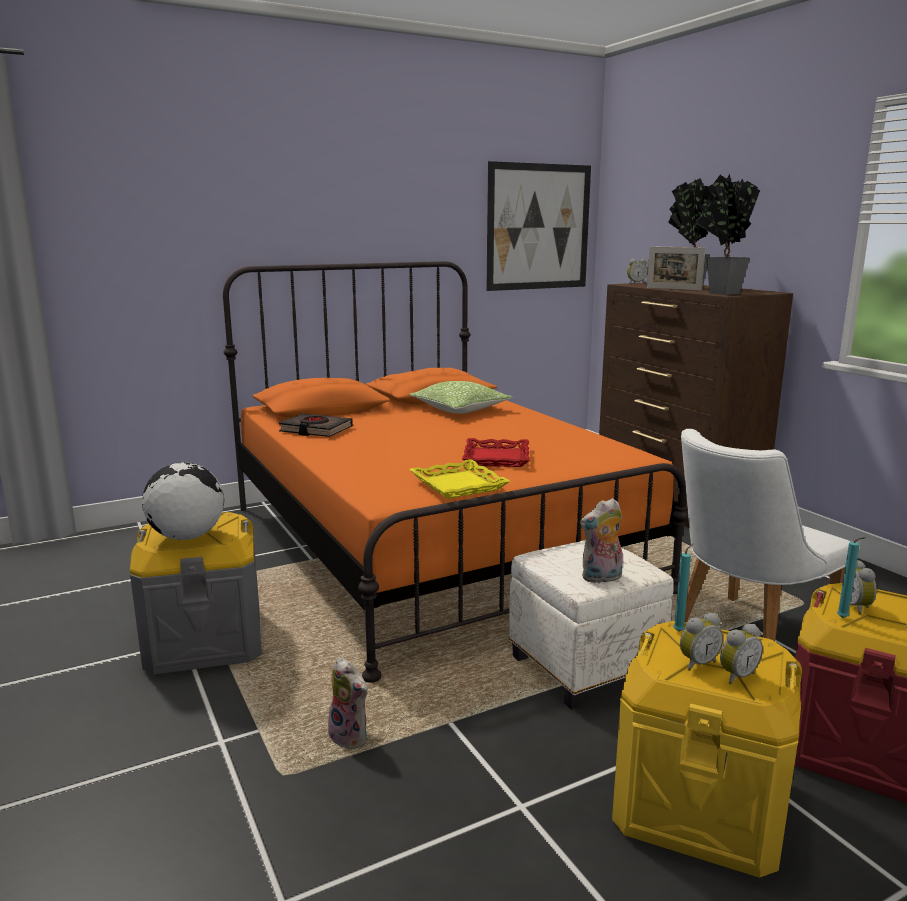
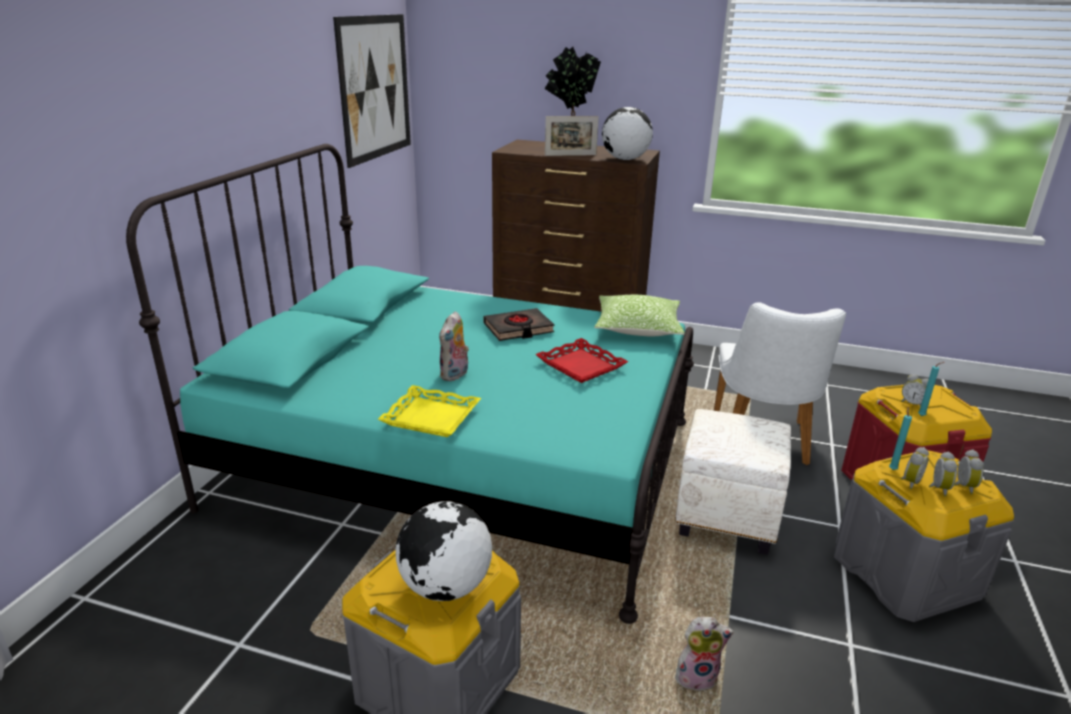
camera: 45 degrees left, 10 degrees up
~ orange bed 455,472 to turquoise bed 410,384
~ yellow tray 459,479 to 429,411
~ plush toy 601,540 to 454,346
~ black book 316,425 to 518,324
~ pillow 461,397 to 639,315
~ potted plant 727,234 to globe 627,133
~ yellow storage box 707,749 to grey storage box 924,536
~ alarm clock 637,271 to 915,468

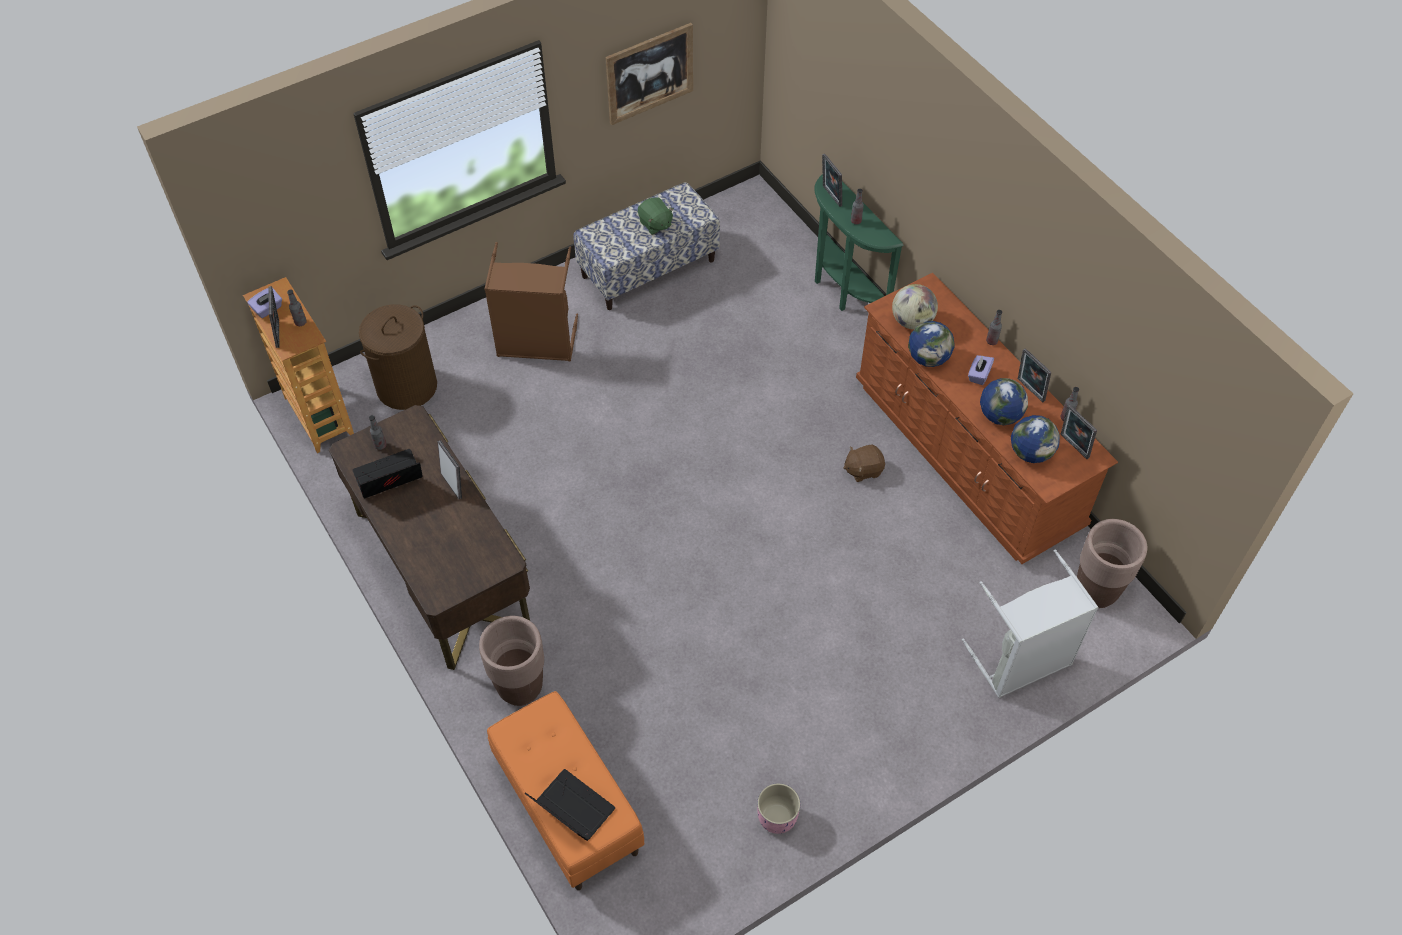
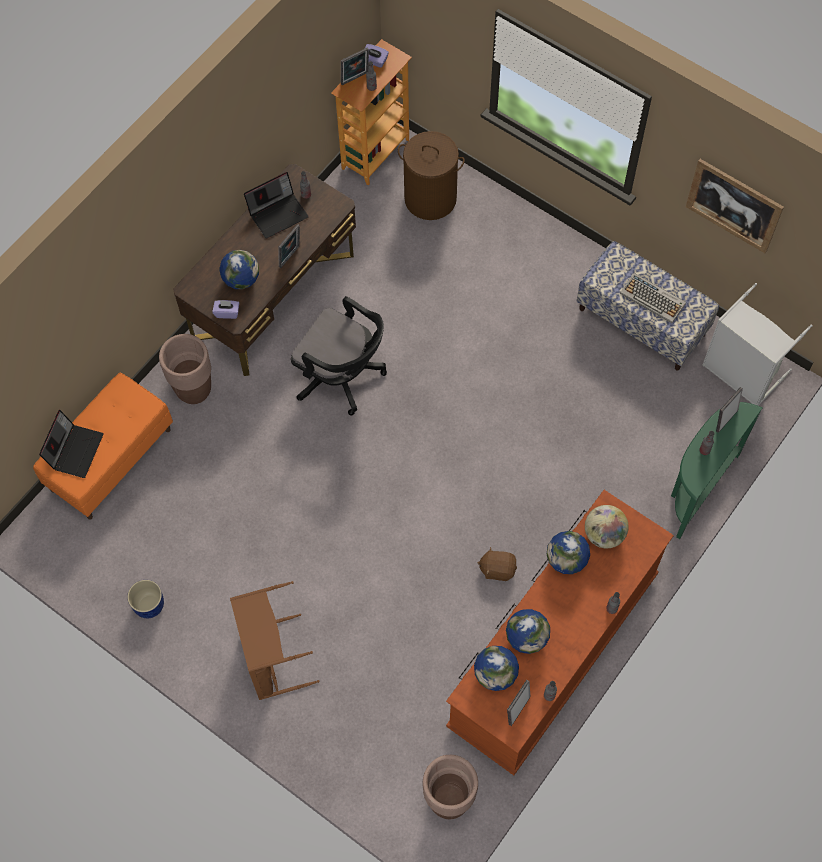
camera: 70 degrees right, 10 degrees up
~ pink planter 778,808 to blue planter 145,599
~ purple tissue box 981,370 to 225,309
+ globe 239,269
~ brown laundry basket 531,301 to 275,640
~ laptop 387,473 = 276,205 105 degrees clockwise
+ black office chair 339,355
~ brown plush toy 864,463 = 497,564 45 degrees counterclockwise
~ green plush toy 656,216 to keyboard 653,298
~ grey laundry basket 1030,623 to 757,344
- picture frame 1034,375

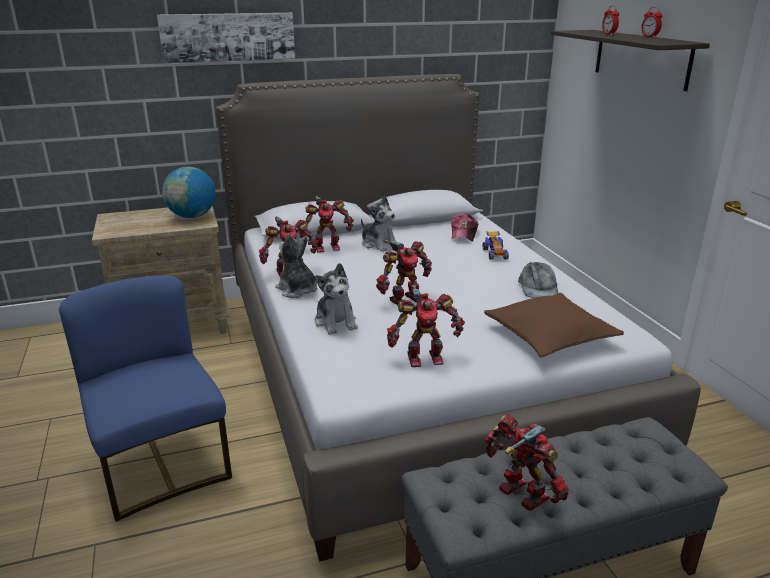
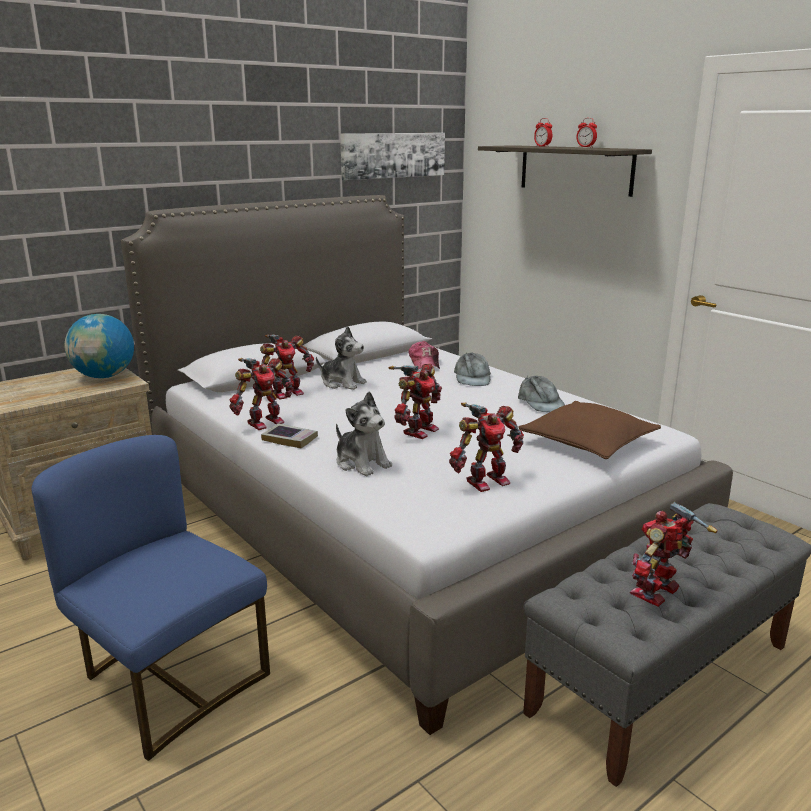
camera: 20 degrees left, 5 degrees down
~ plush toy 296,265 to book 289,435
~ picture 226,38 to 392,156
~ toy car 496,245 to grey cap 472,369
~ toy robot 527,462 = 673,554 75 degrees counterclockwise

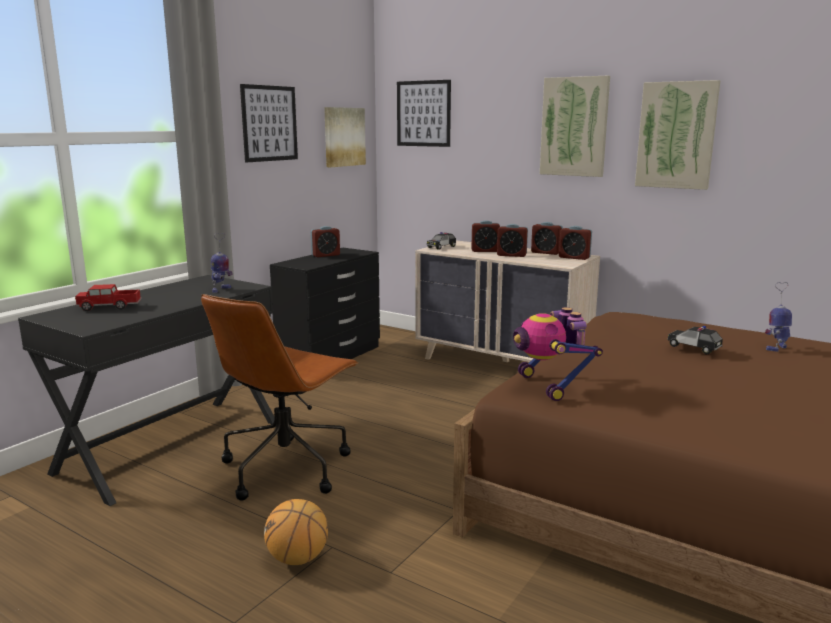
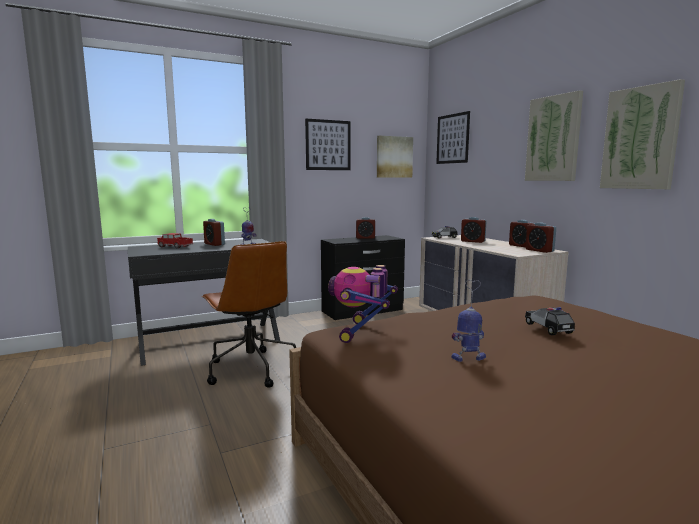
camera: 30 degrees right, 5 degrees down
~ brown office chair 279,397 = 249,314 90 degrees counterclockwise
~ alarm clock 512,240 to 214,232
~ toy robot 778,317 to 468,321
- basketball 296,532

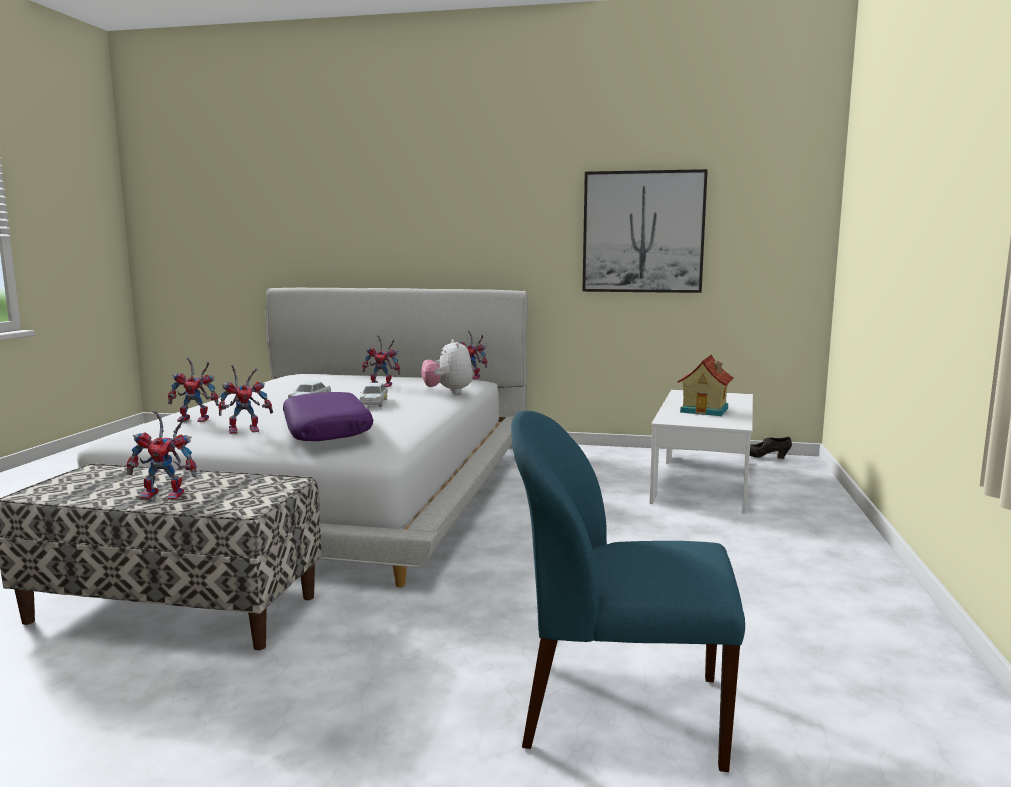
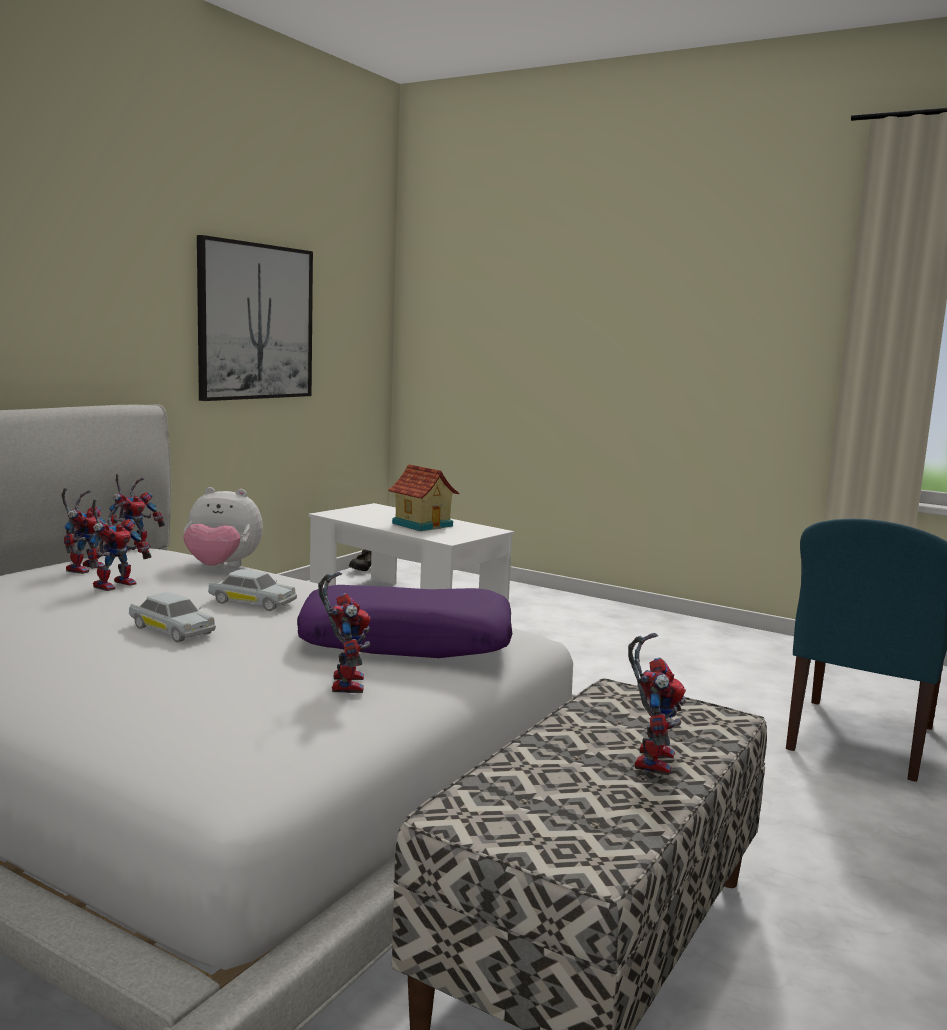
camera: 70 degrees left, 0 degrees up
~ toy robot 193,389 to 84,531

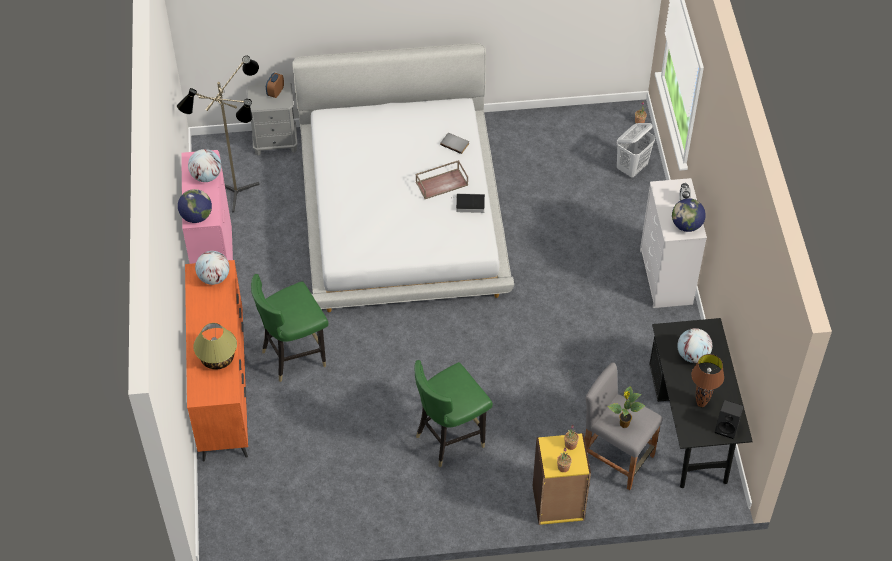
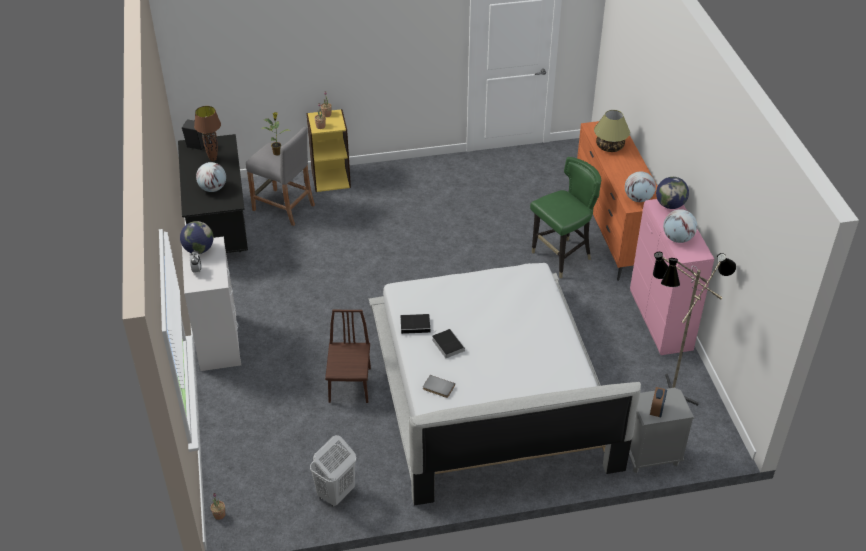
camera: 175 degrees right, 10 degrees down
~ white laundry basket 636,150 to 333,471
+ brown chair 348,356
~ brown tray 442,179 to book 448,343
- green chair 453,413

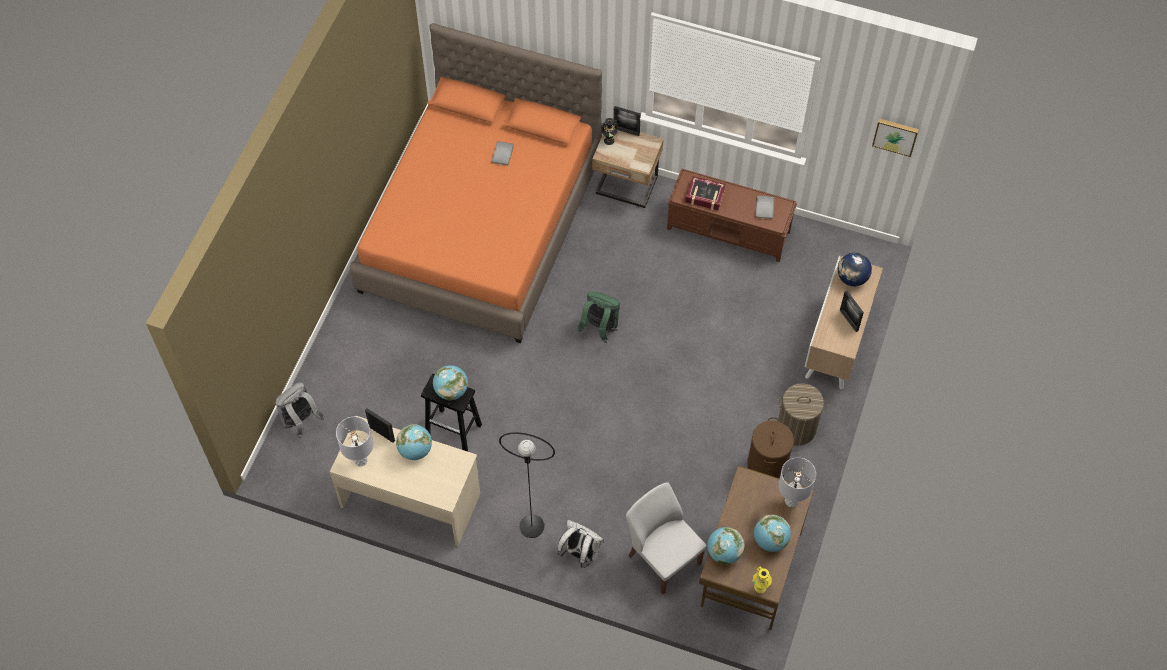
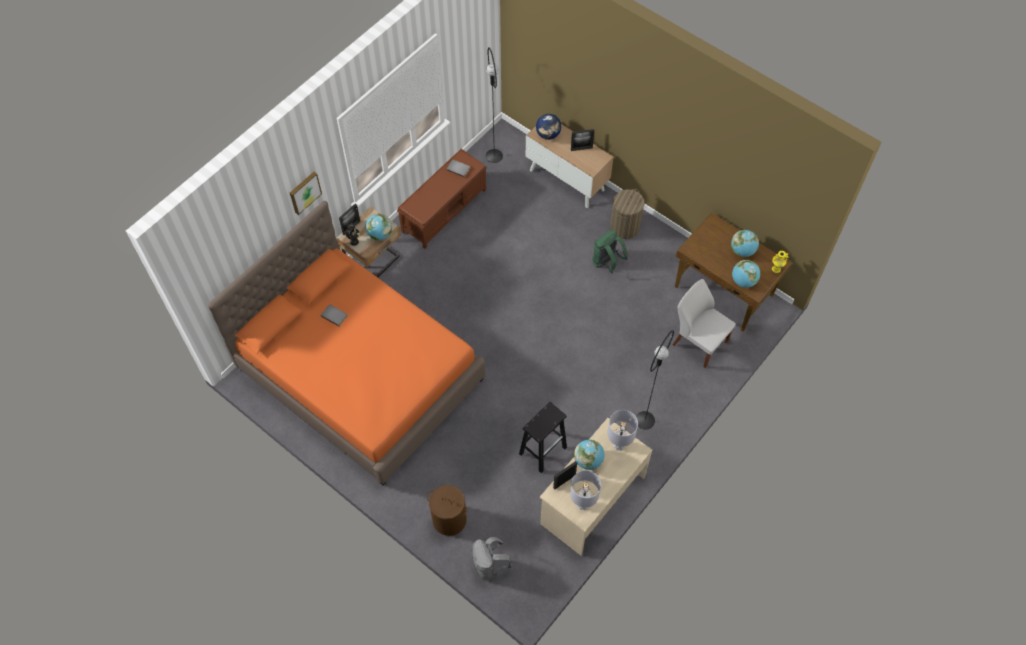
camera: 70 degrees left, 0 degrees up
~ picture 895,137 to 306,193
~ globe 450,382 to 378,227
~ brown laundry basket 770,448 to 446,510
+ black floor lamp 494,105
~ green backpack 599,317 to 610,251
~ grey table lamp 797,482 to 622,430
~ white chair 666,538 = 704,323 60 degrees clockwise
- white backpack 581,544
- book 705,193

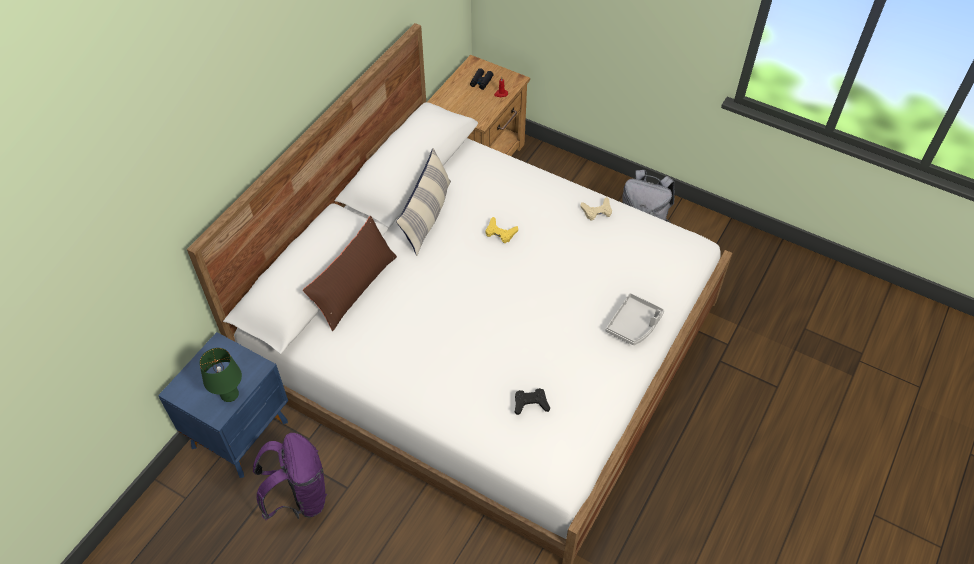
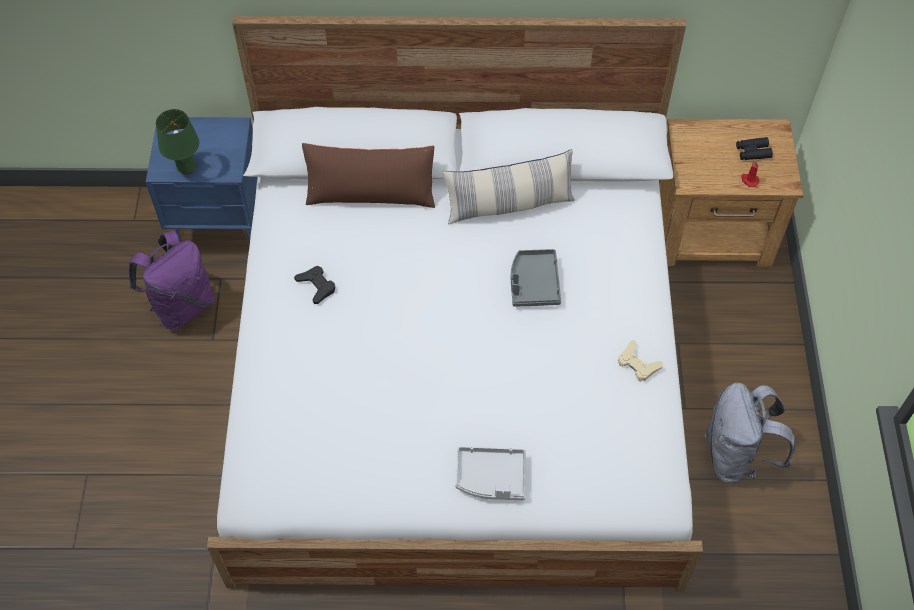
camera: 60 degrees right, 5 degrees up
~ black game controller 532,401 to 314,285
~ yellow game controller 502,230 to grey tray 536,278

